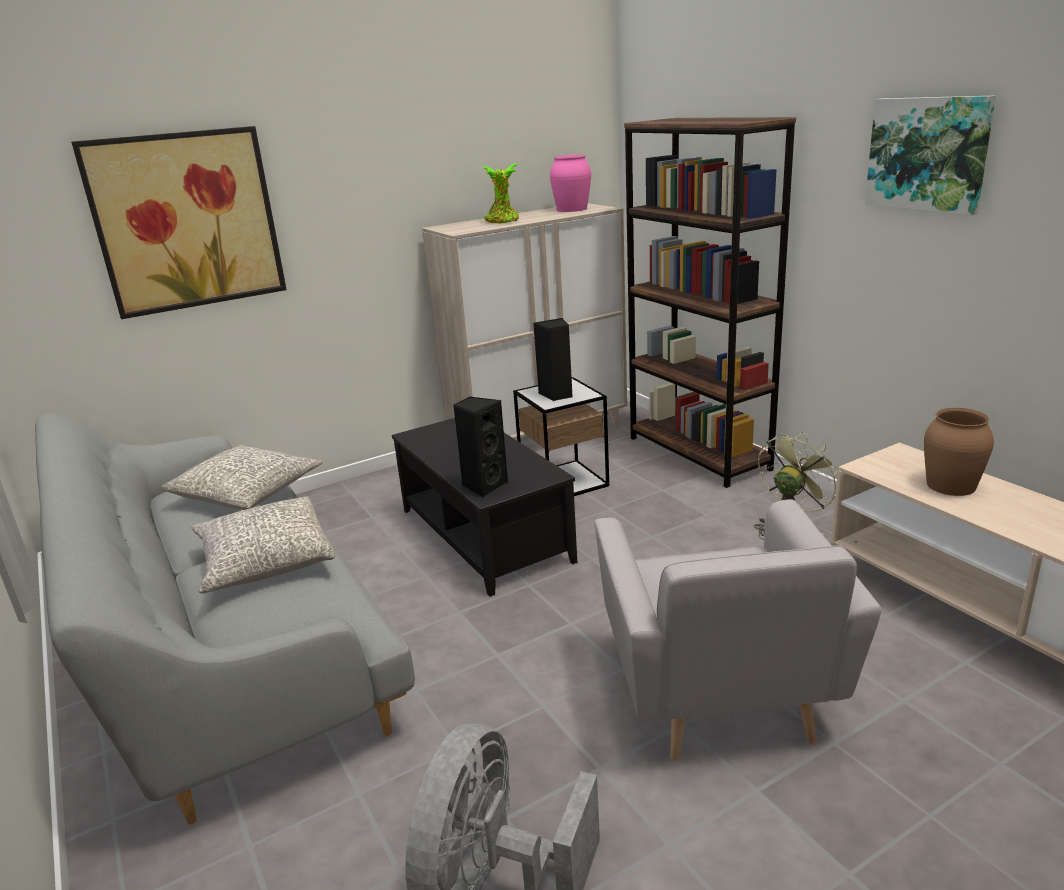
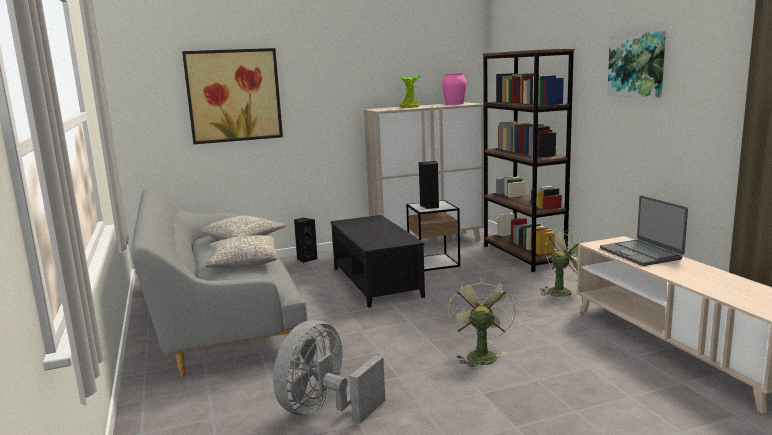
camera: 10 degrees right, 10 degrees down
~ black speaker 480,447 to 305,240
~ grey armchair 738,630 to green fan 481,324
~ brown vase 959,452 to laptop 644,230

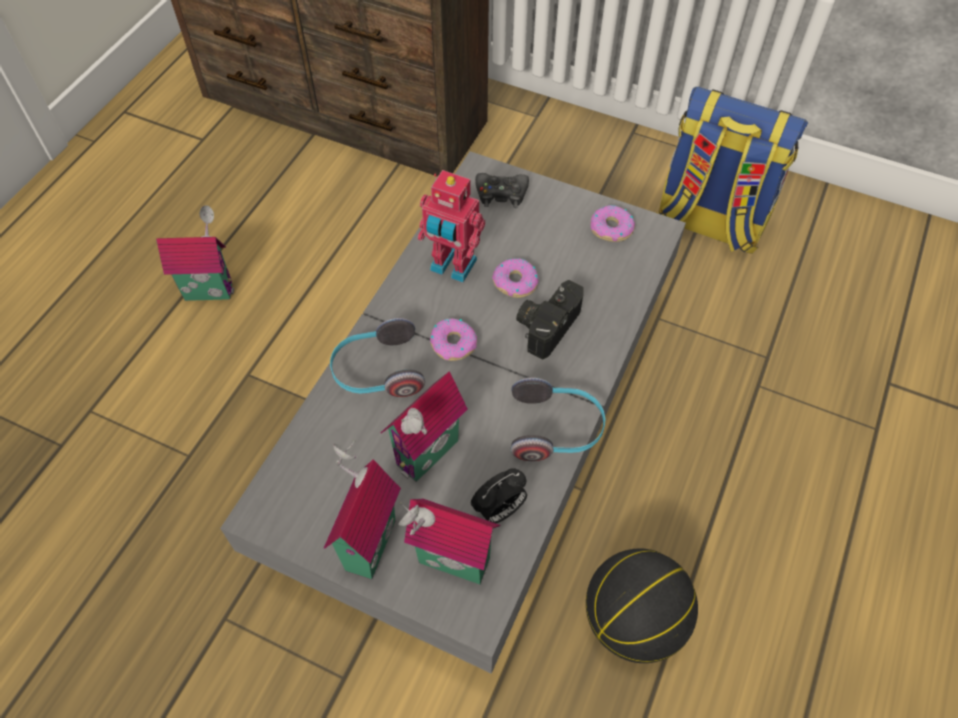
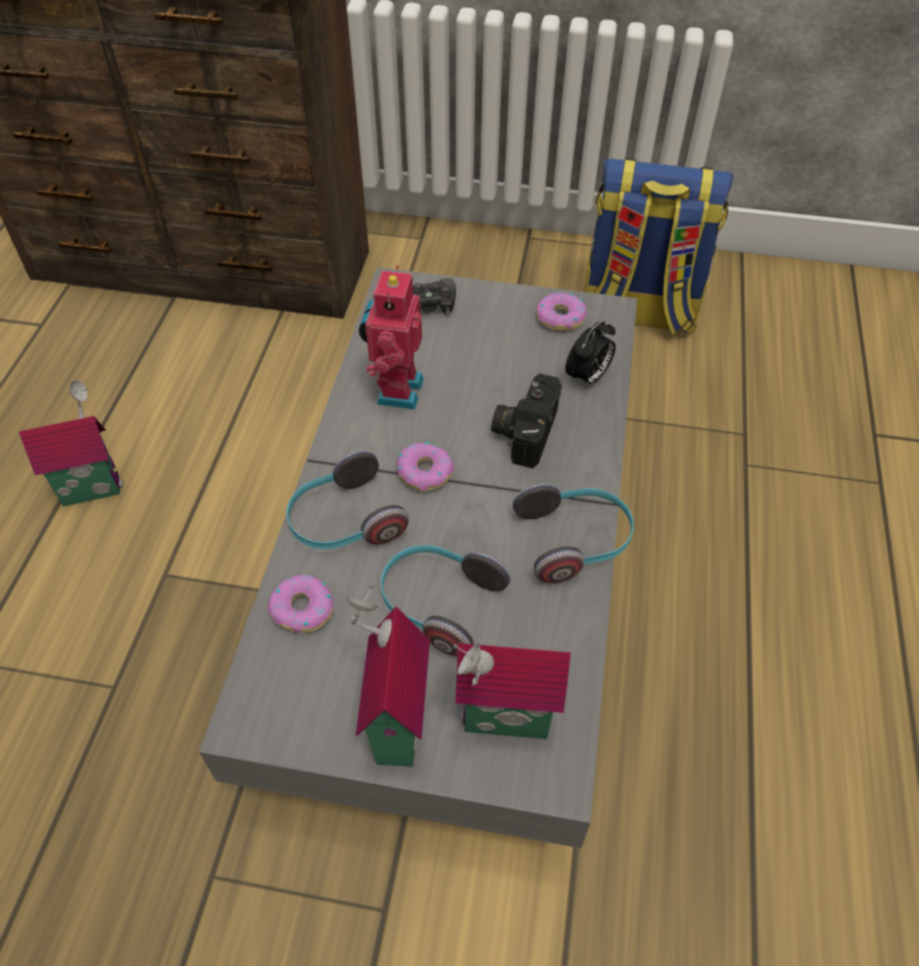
camera: 15 degrees left, 5 degrees down
~ donut 515,278 to 301,603
~ toy robot 451,226 = 391,337 90 degrees clockwise
~ toy house 424,426 to headphones 445,601
~ alarm clock 499,495 to 590,354
- basketball 642,606

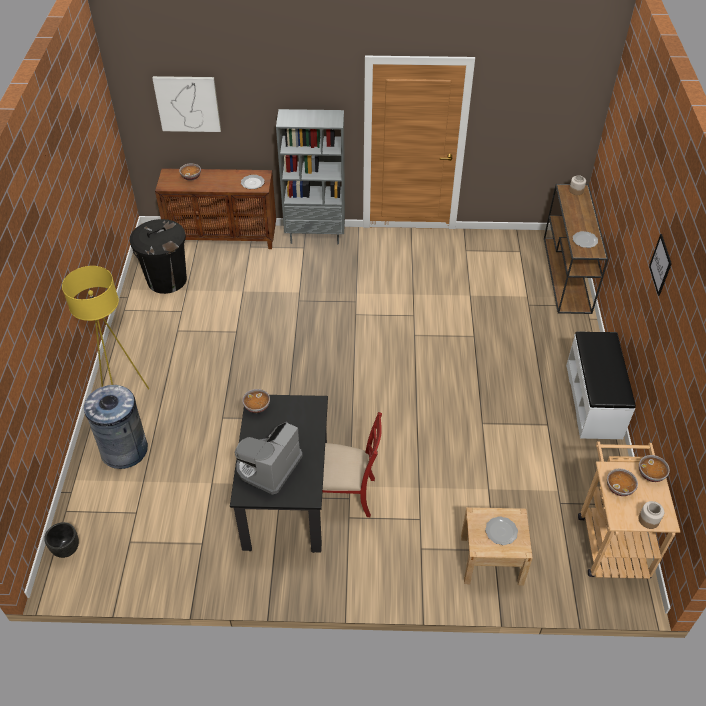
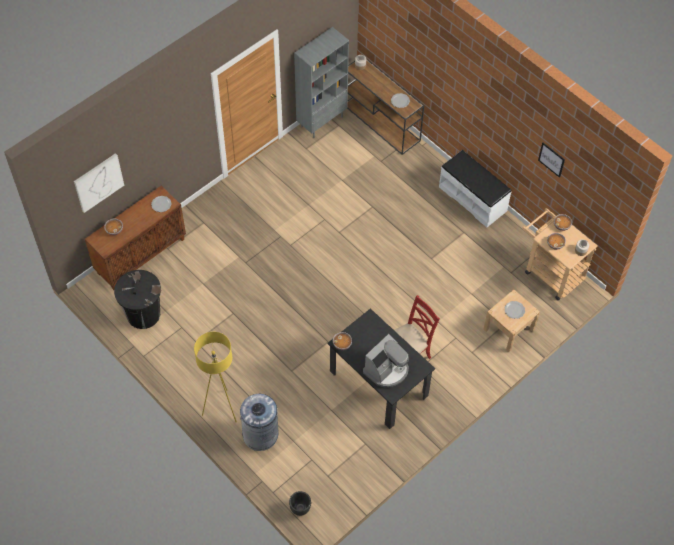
camera: 45 degrees left, 10 degrees up
~ grey bookcase 310,176 to 321,82
~ coffee machine 269,458 = 386,361 120 degrees counterclockwise
~ picture 660,265 to 551,160

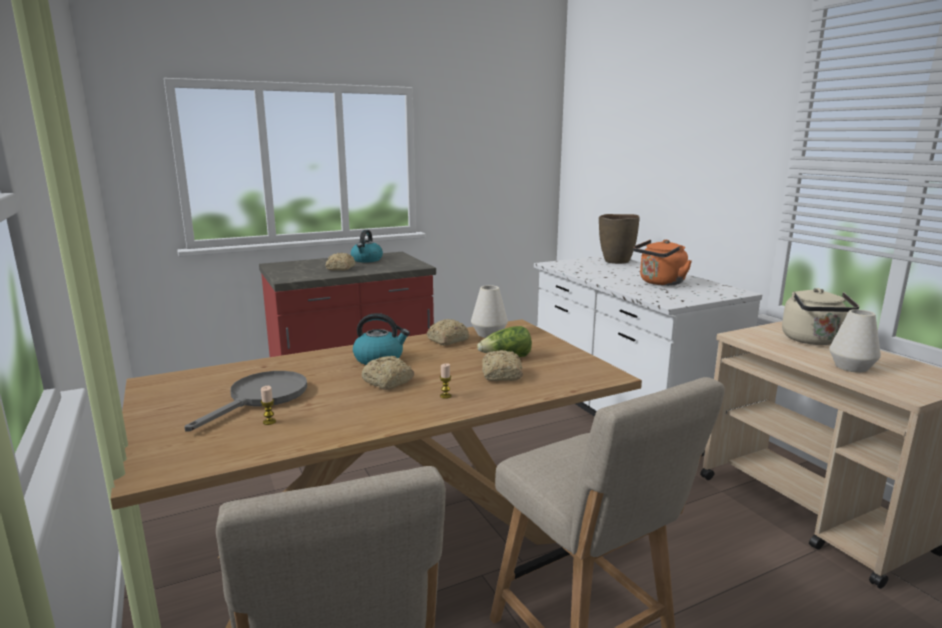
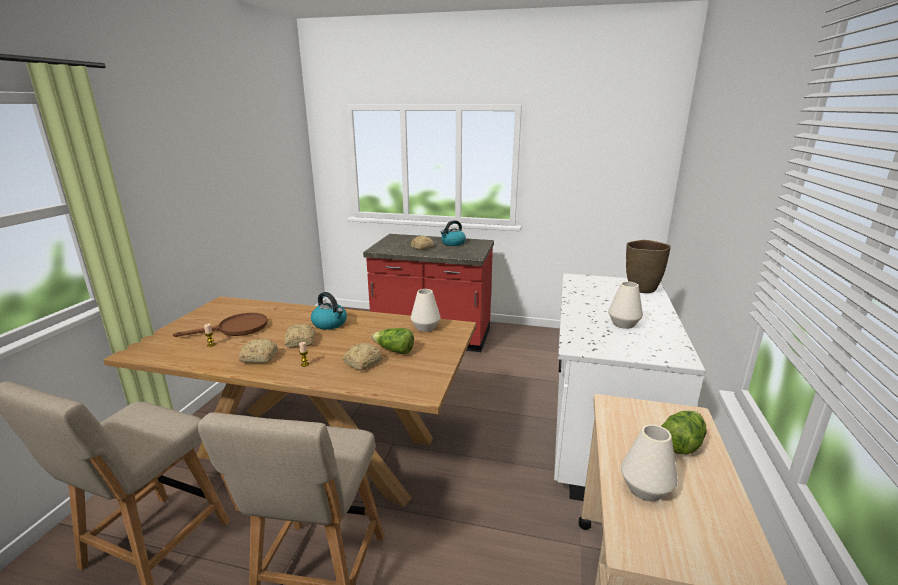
camera: 40 degrees right, 5 degrees up
~ grey frying pan 246,401 to brown frying pan 220,325
~ bread 448,332 to 258,351
~ orange kettle 662,262 to white vase 625,305
~ beige kettle 820,316 to lettuce 684,433

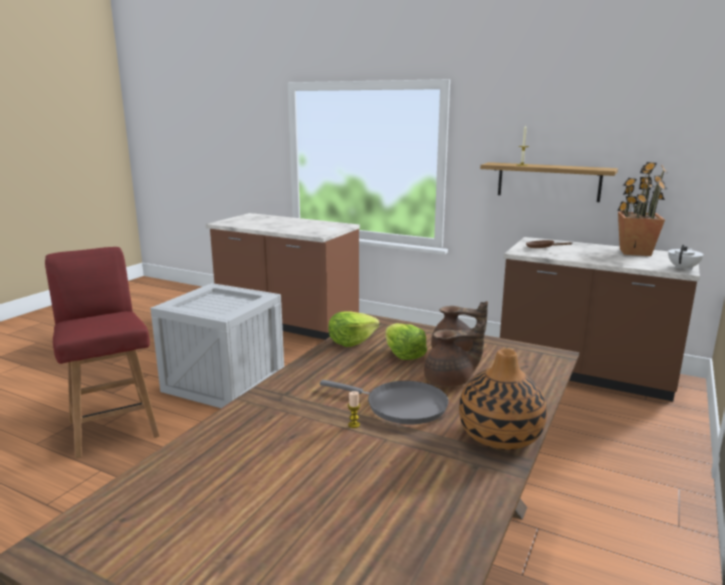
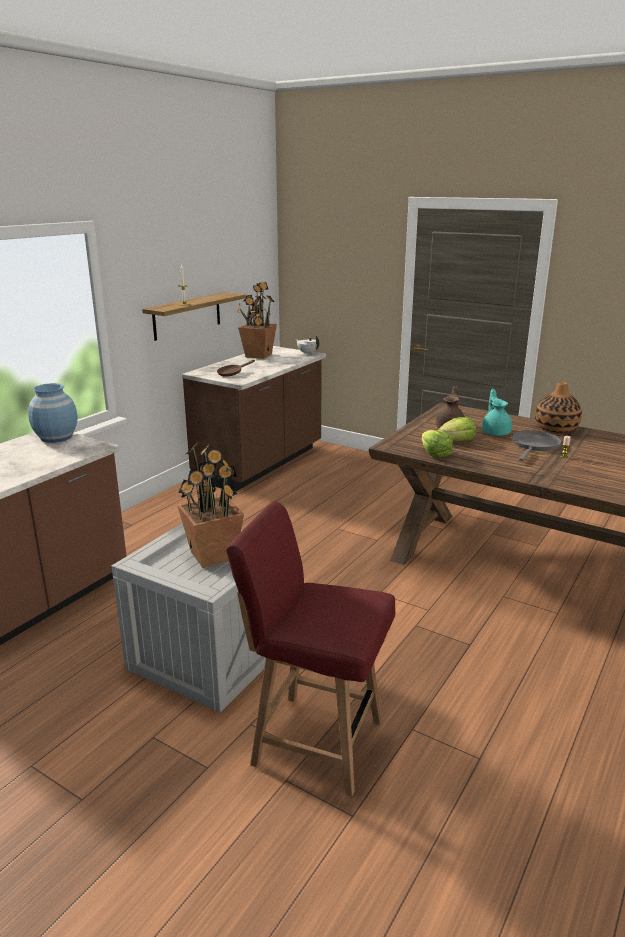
camera: 85 degrees left, 5 degrees up
+ blue vase 52,413
+ potted plant 210,505
~ red chair 102,352 = 311,649 45 degrees clockwise
~ brown teapot 454,353 to turquoise teapot 497,412

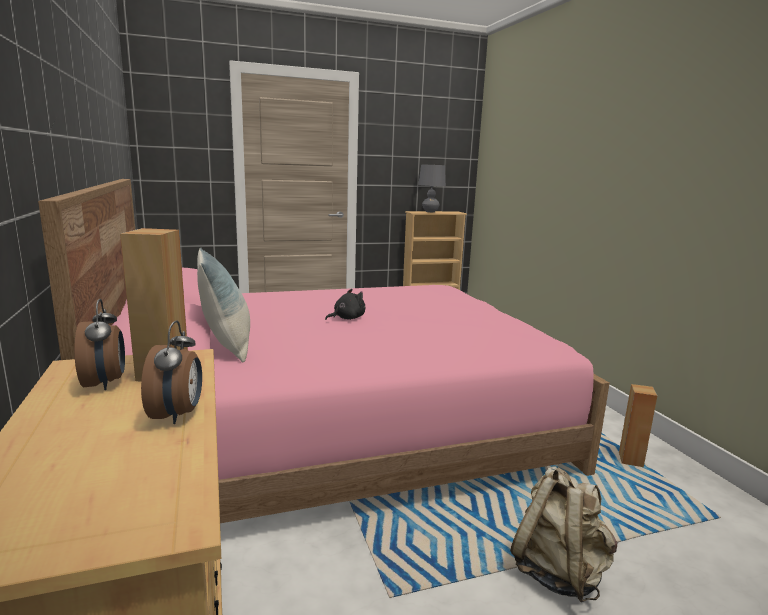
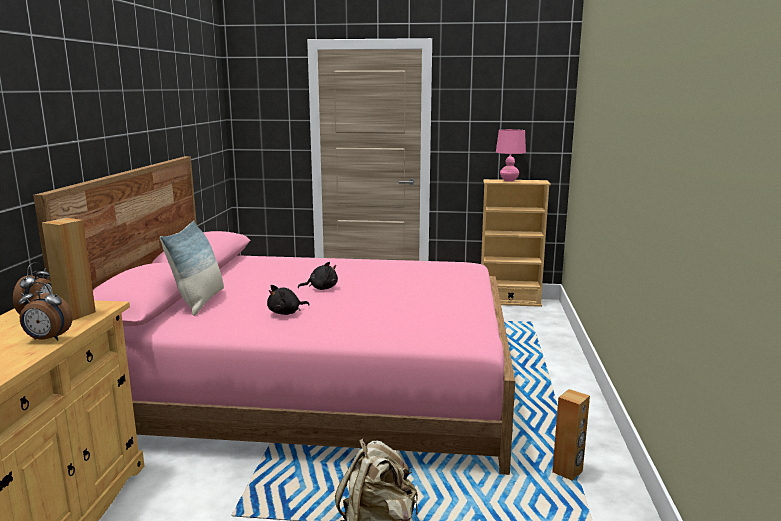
camera: 25 degrees right, 0 degrees up
~ alarm clock 171,372 = 45,311 75 degrees clockwise
+ black plush toy 288,300
~ grey table lamp 432,188 to pink table lamp 511,155

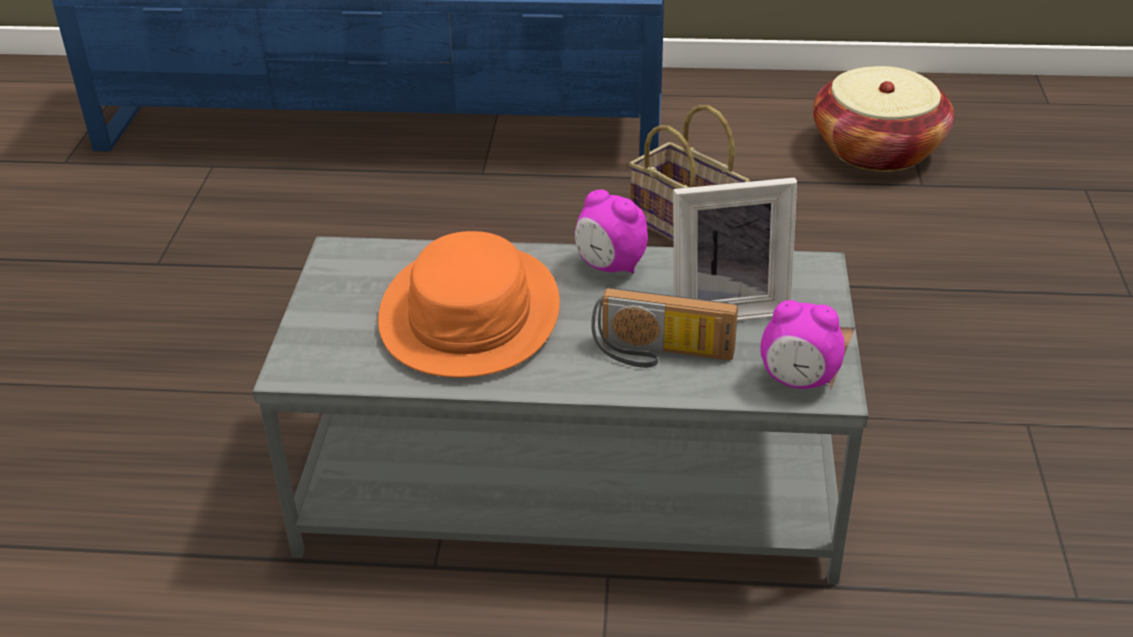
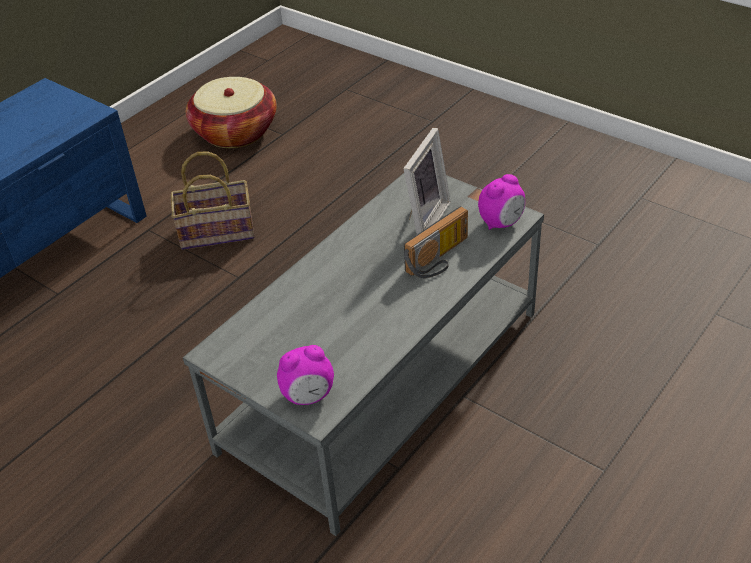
camera: 55 degrees left, 5 degrees up
~ alarm clock 611,231 to 305,375
- orange hat 469,304

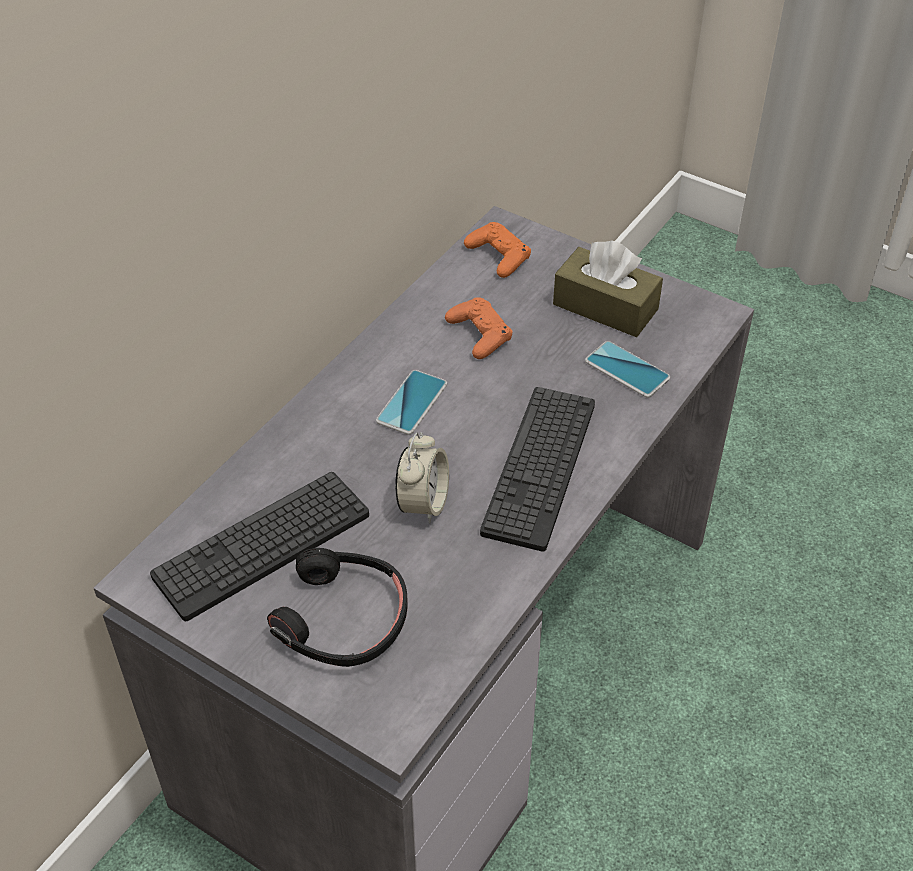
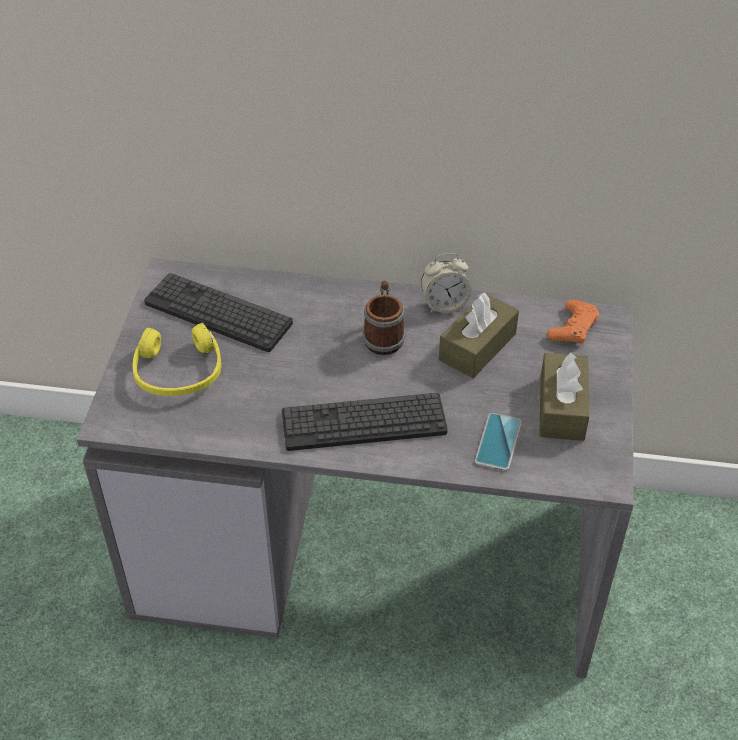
camera: 65 degrees right, 0 degrees up
~ black headphones 337,607 to yellow headphones 177,359
~ phone 411,402 to mug 384,318
~ alarm clock 422,478 to 446,283
~ orange game controller 479,328 to brown tissue box 479,335

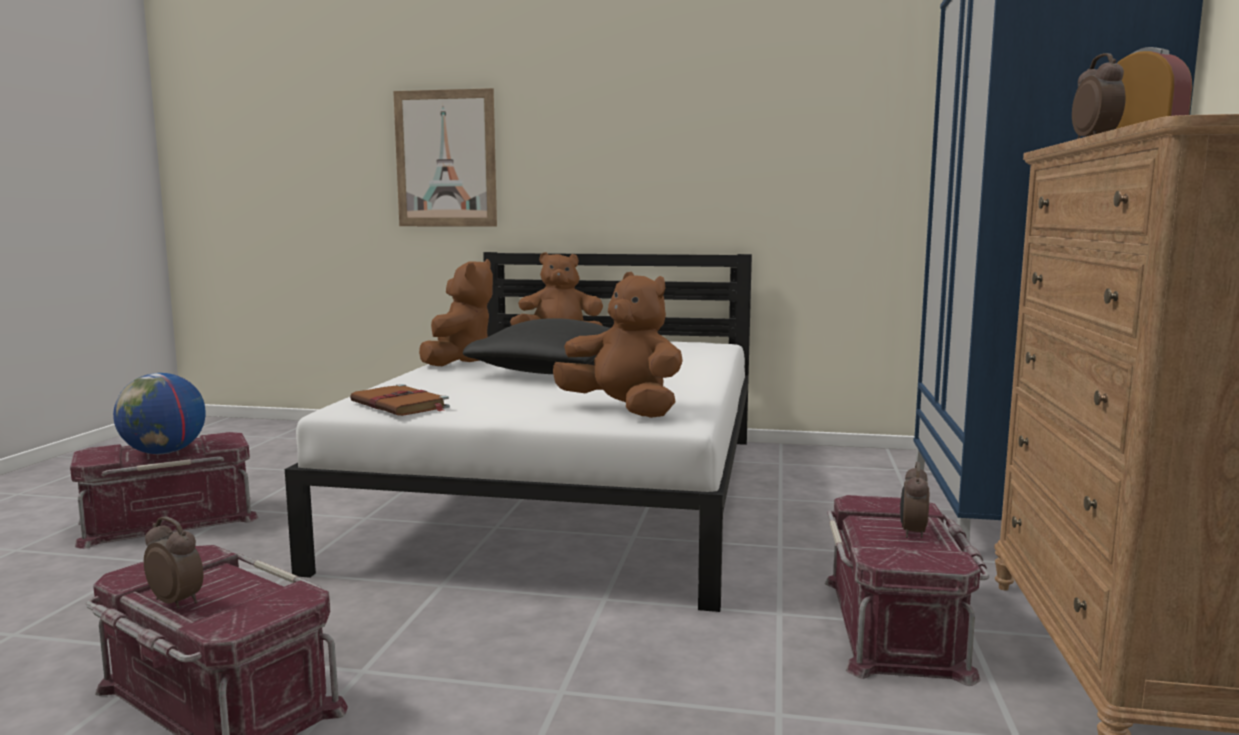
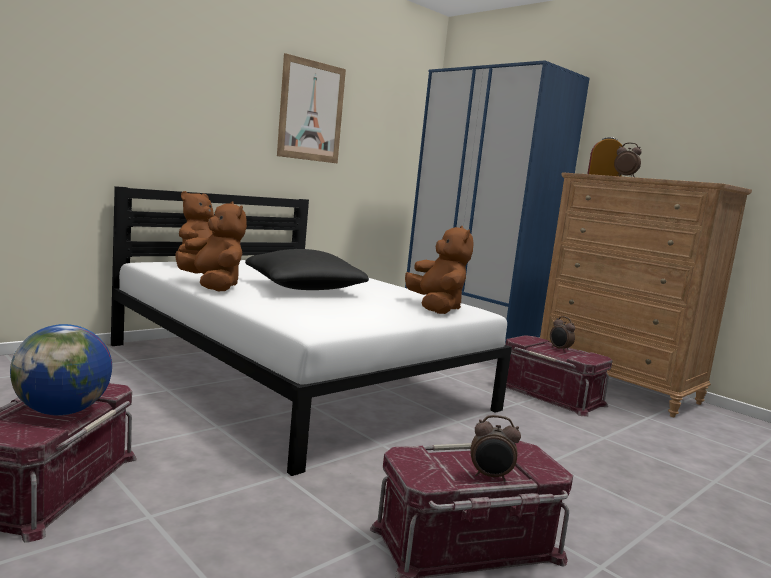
camera: 55 degrees left, 0 degrees up
~ picture 445,157 to 311,108
~ brown plush toy 618,345 = 439,270 90 degrees clockwise
~ alarm clock 173,562 = 495,448 150 degrees counterclockwise
- brown book 400,400

